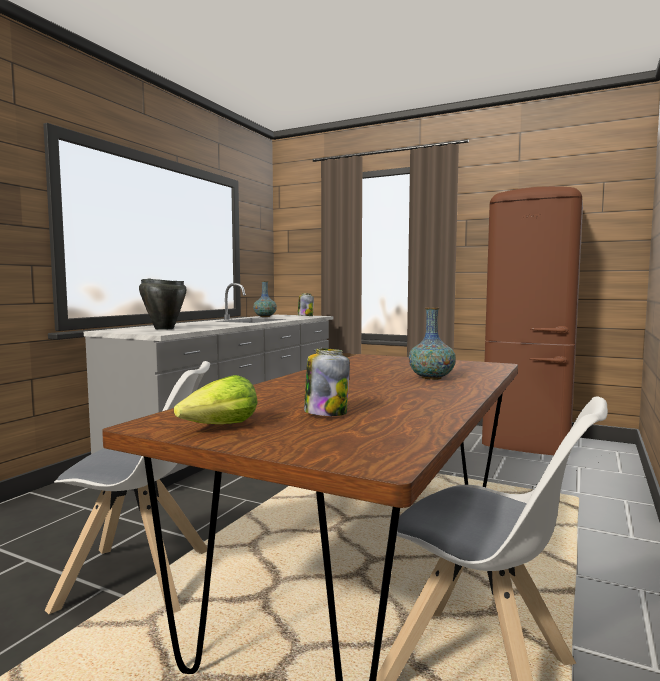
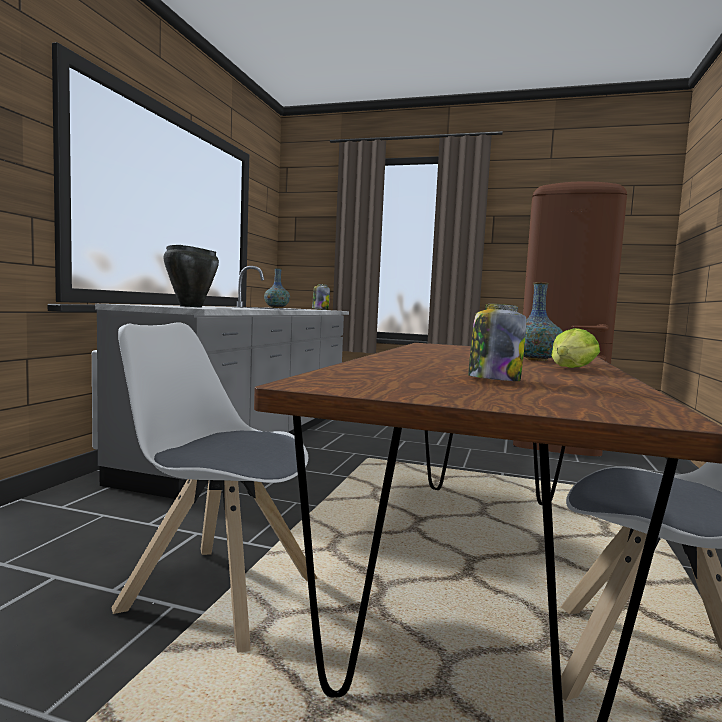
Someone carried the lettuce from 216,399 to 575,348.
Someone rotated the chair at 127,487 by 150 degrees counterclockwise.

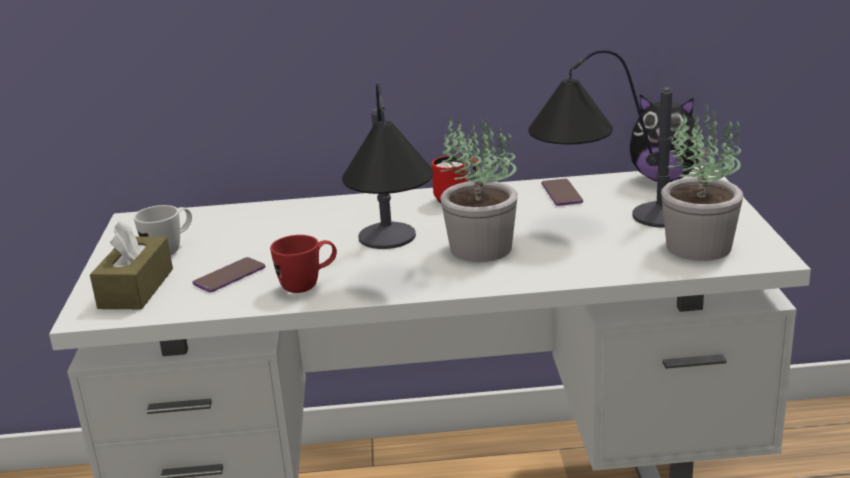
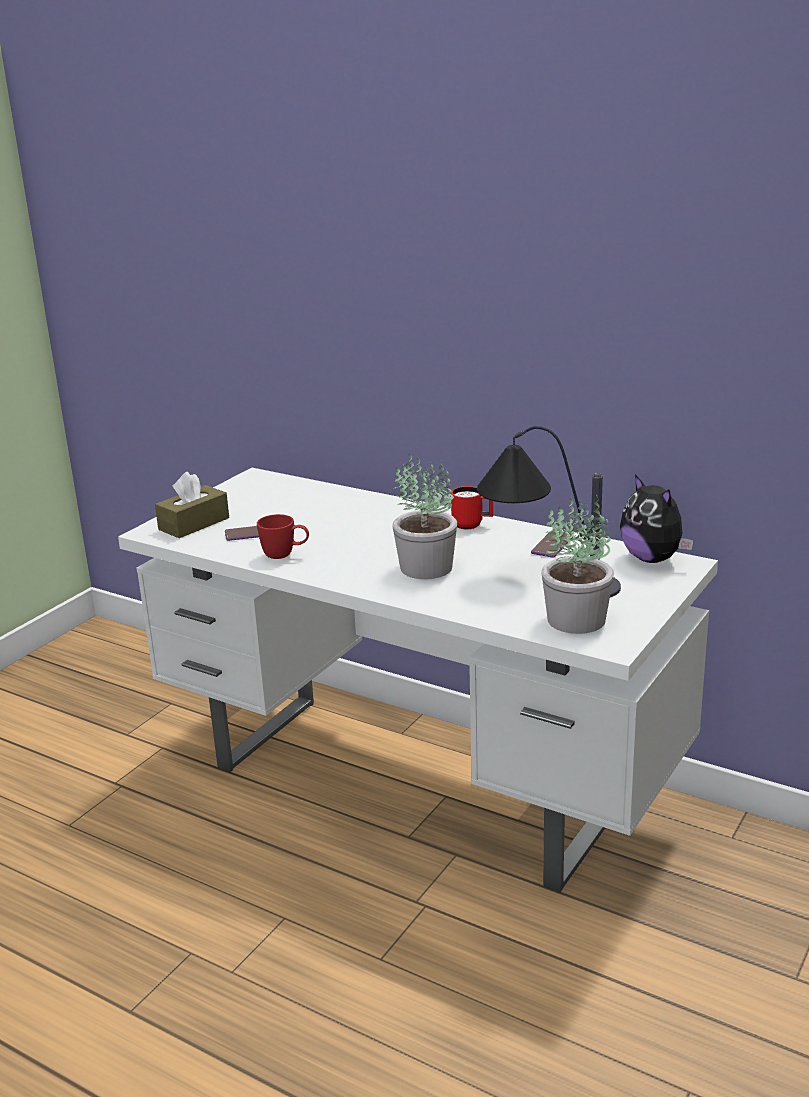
Someone took away the mug (white) at 163,230.
Someone took away the table lamp at 387,166.

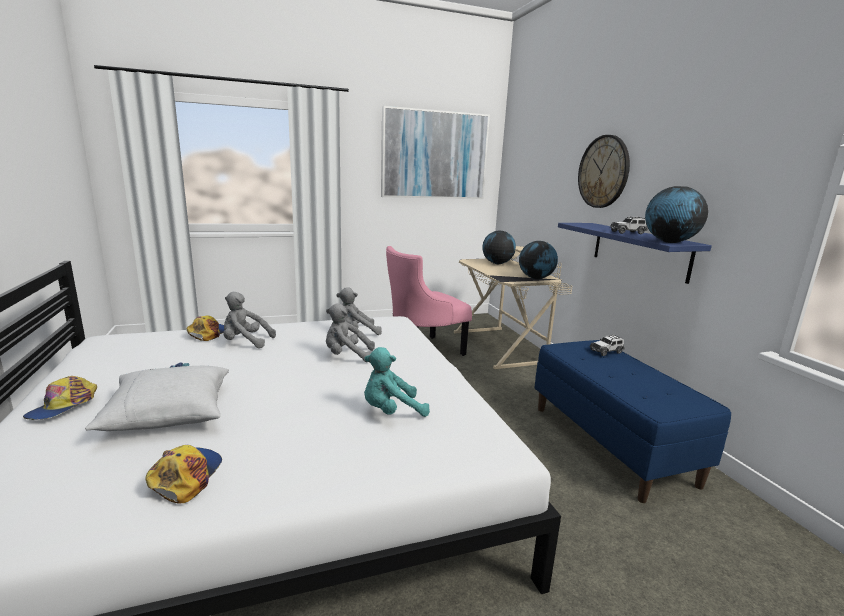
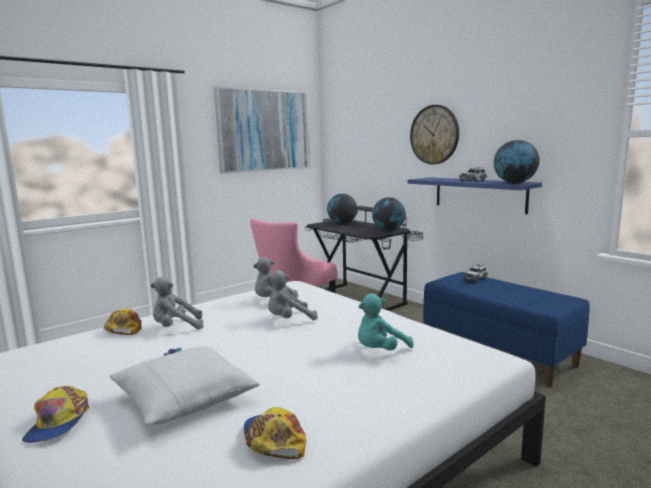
Someone repainted the desk (beige) at 513,307, which became the desk (black) at 365,258.

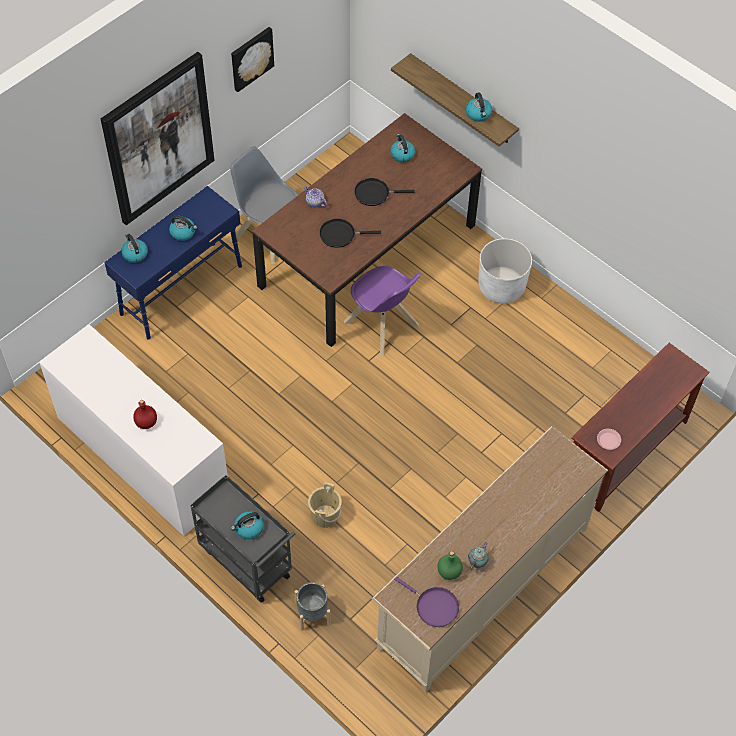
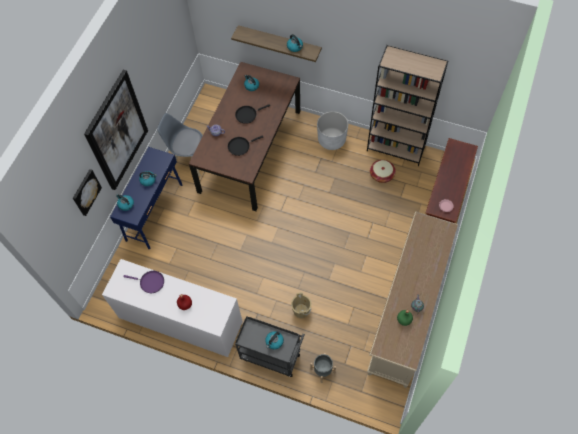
Someone took away the chair (purple) at 382,310.
Someone put down the bookcase (beige) at 407,105.
Someone put down the basket at 383,171.
Someone carried the picture from 252,59 to 87,192.
Someone carried the frying pan (purple) from 426,602 to 143,282.

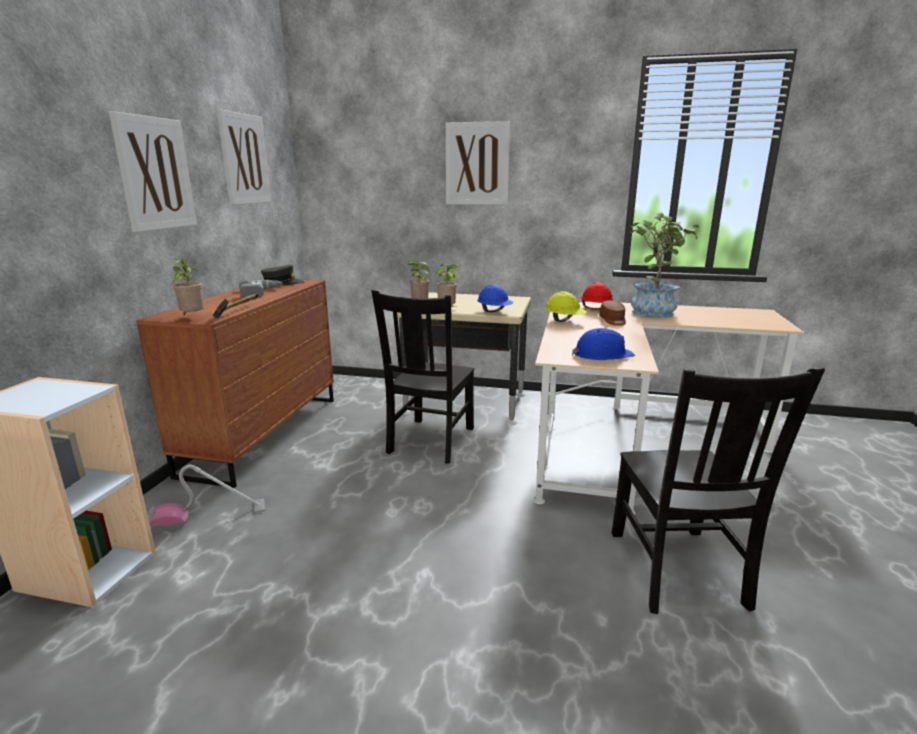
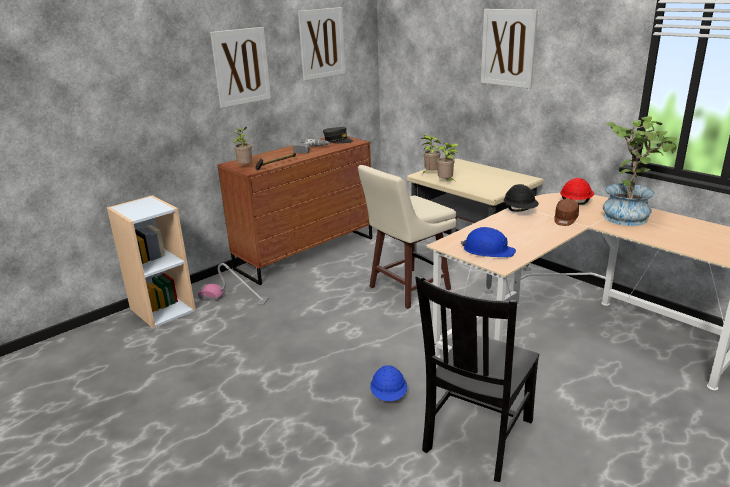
Someone carried the hard hat (blue) from 495,298 to 388,383.
Someone swapped the chair (black) at 422,376 for the stool (beige) at 407,237.
Someone repainted the hard hat (yellow) at 566,306, which became the hard hat (black) at 521,198.

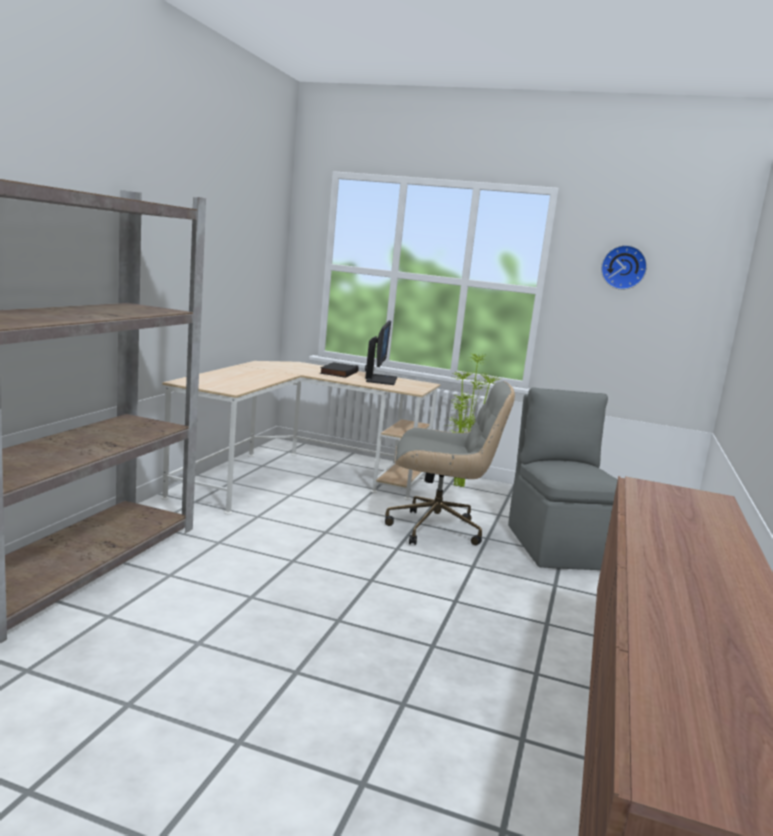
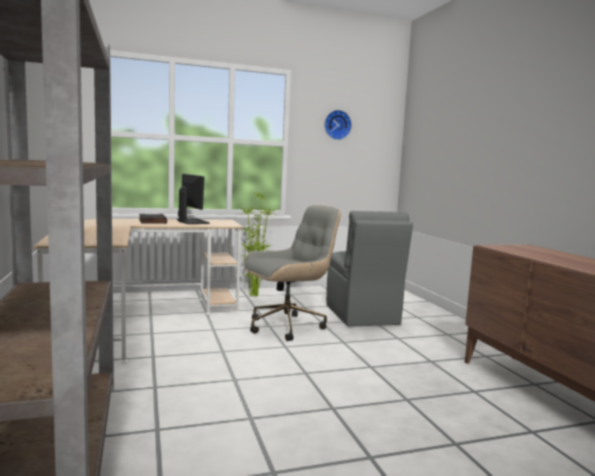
Someone rotated the chair (grey) at 563,478 by 150 degrees counterclockwise.

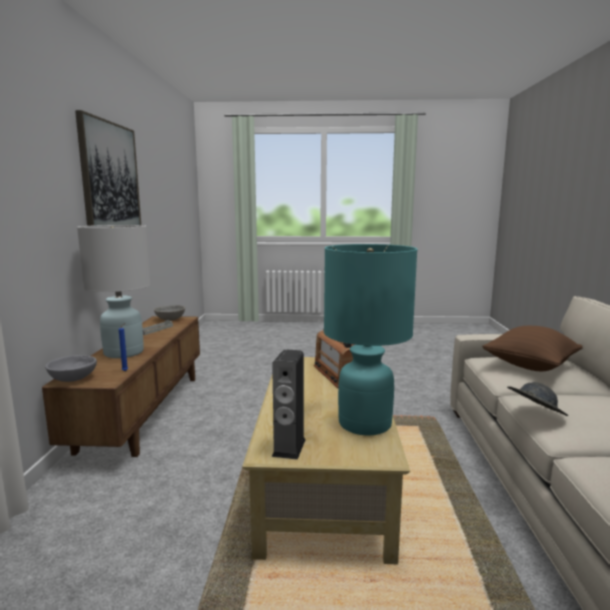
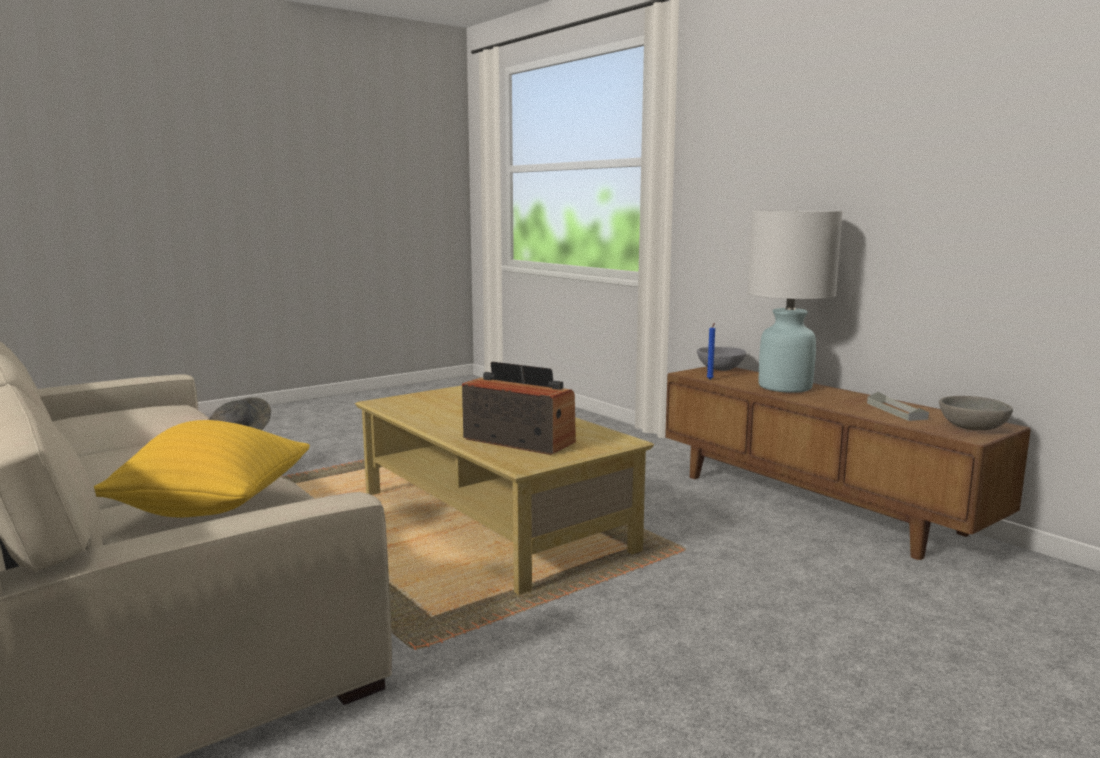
Someone took away the picture at 108,168.
Someone took away the speaker at 289,404.
Someone took away the table lamp (turquoise) at 371,339.
Someone repainted the pillow (brown) at 532,348, which became the pillow (yellow) at 202,468.

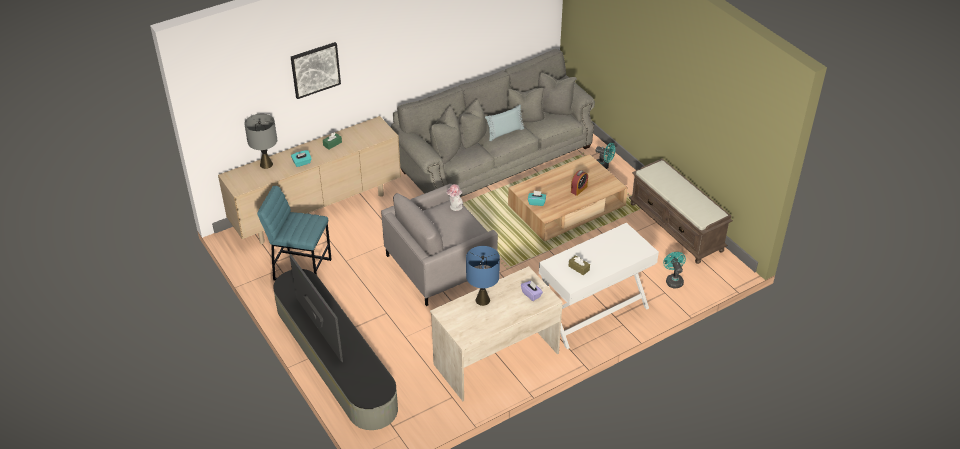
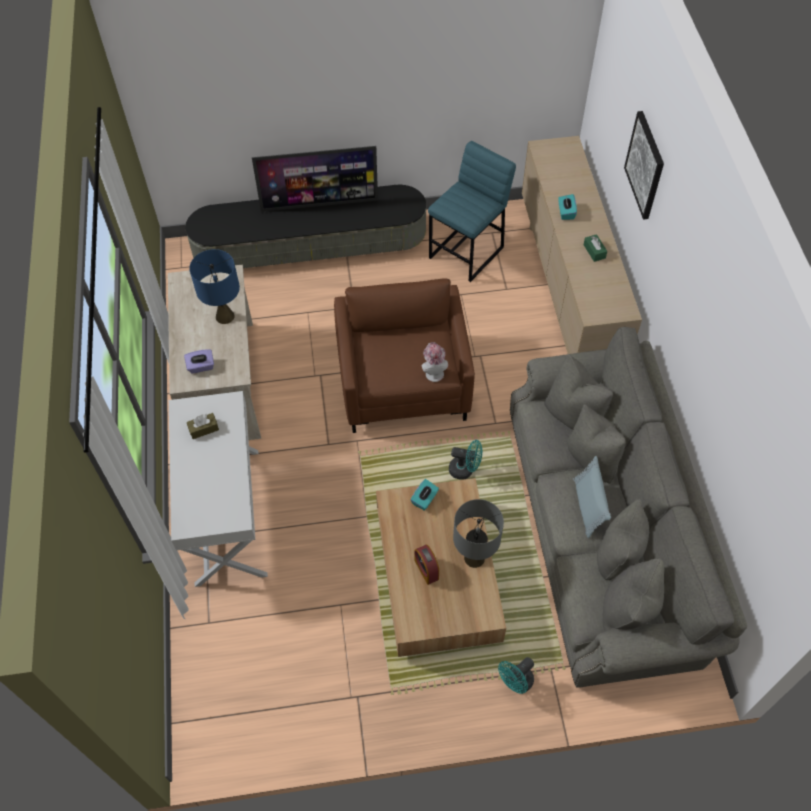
Someone took away the bench (brown) at 681,211.
Someone carried the table lamp (grey) from 260,141 to 478,533.
Someone carried the fan (turquoise) from 674,270 to 465,460.
Someone repainted the armchair (grey) at 439,245, which became the armchair (brown) at 404,355.

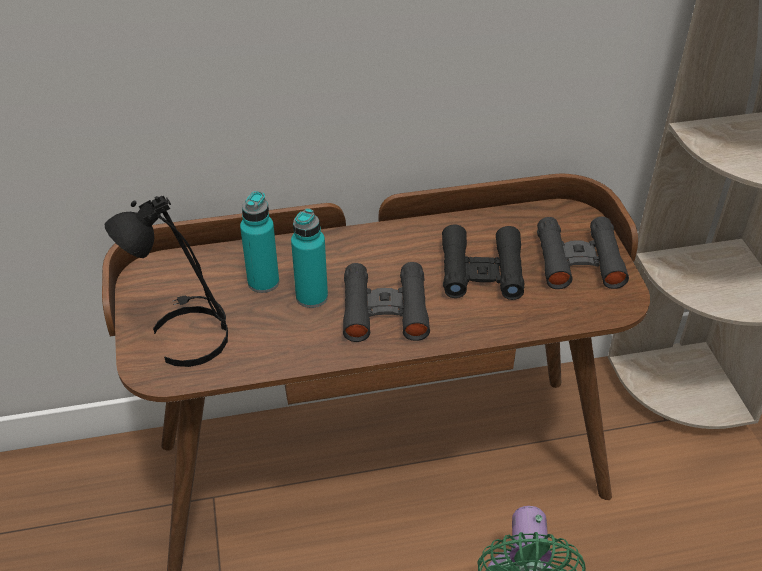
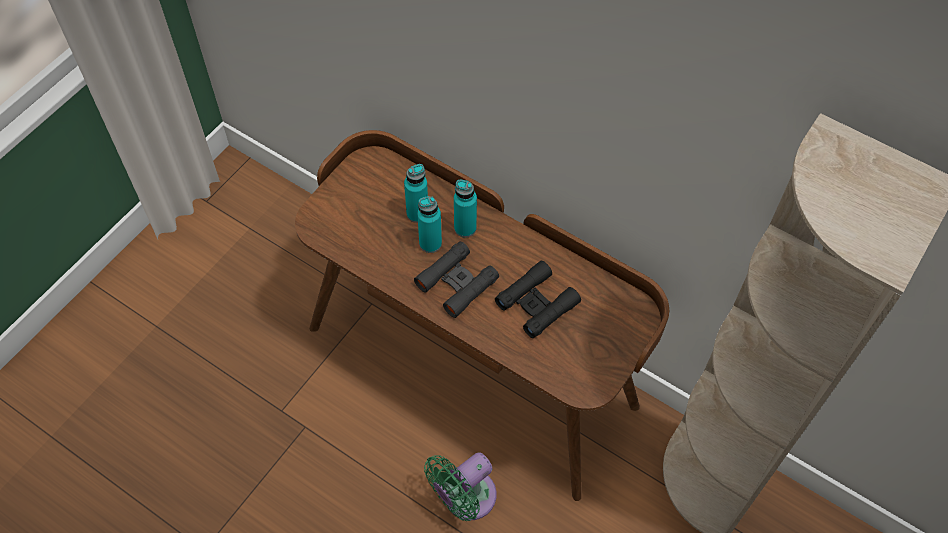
Someone took away the table lamp (black) at 166,281.
Someone took away the binoculars (black) at 583,253.
Someone put down the bottle (turquoise) at 465,209.

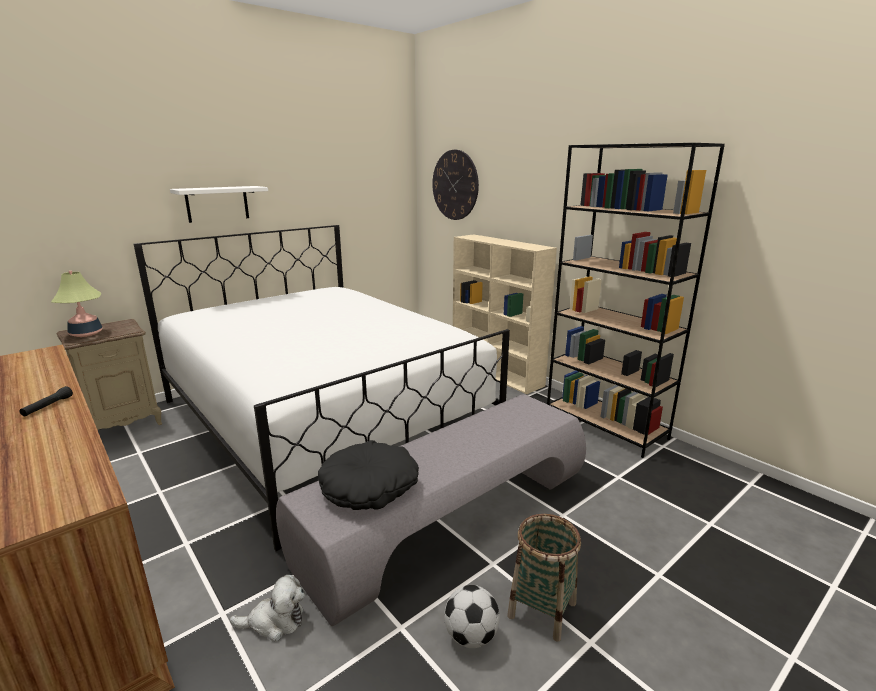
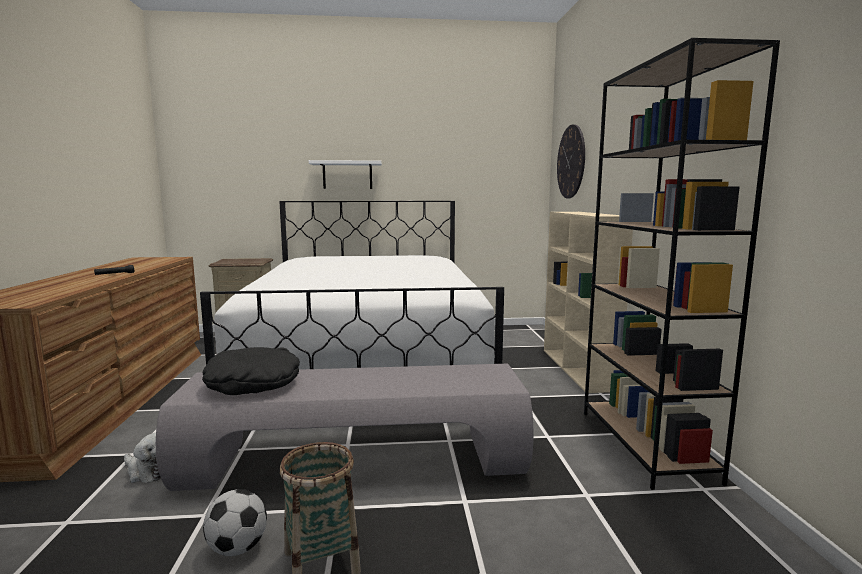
Someone took away the table lamp at 77,304.

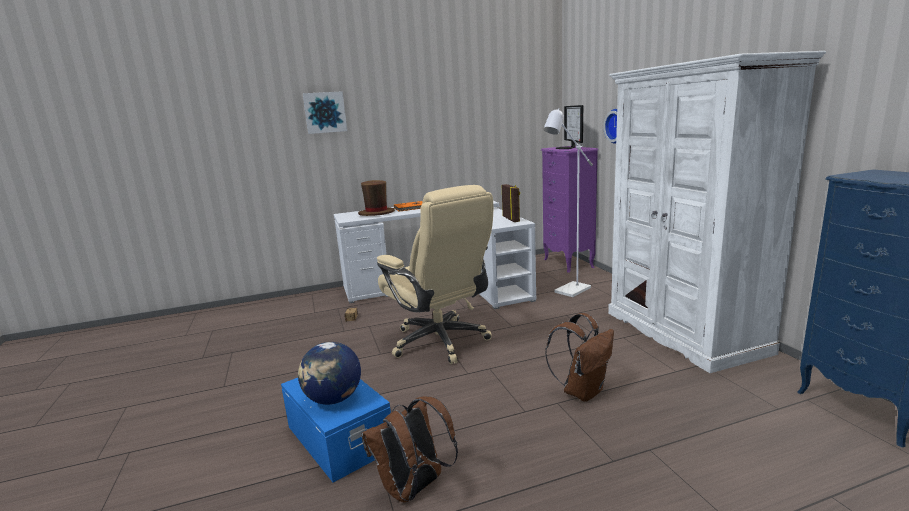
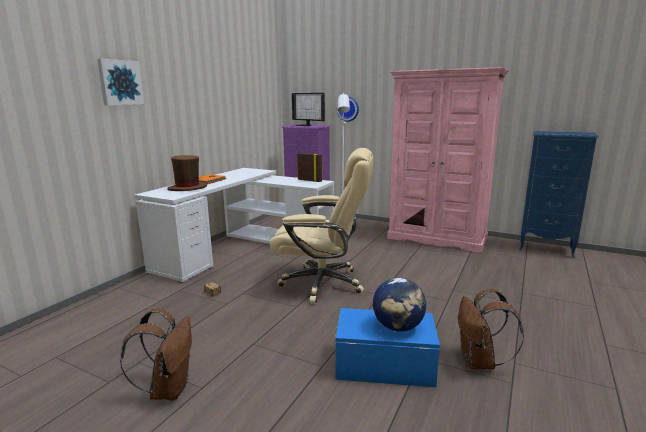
Someone carried the backpack (brown) from 579,357 to 156,354.
Someone repainted the wardrobe (white) at 717,212, which became the wardrobe (pink) at 448,160.

